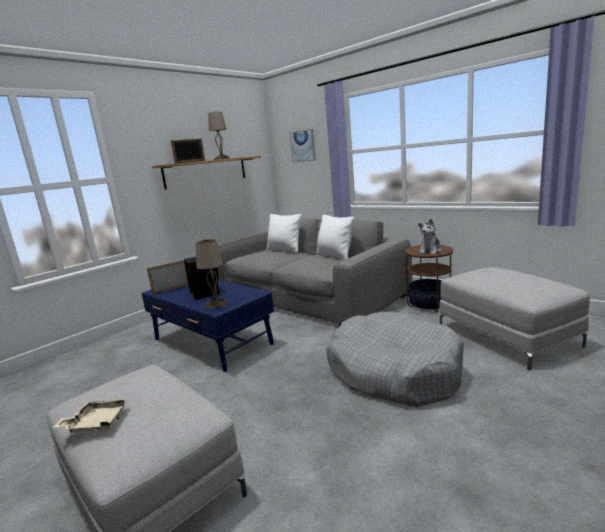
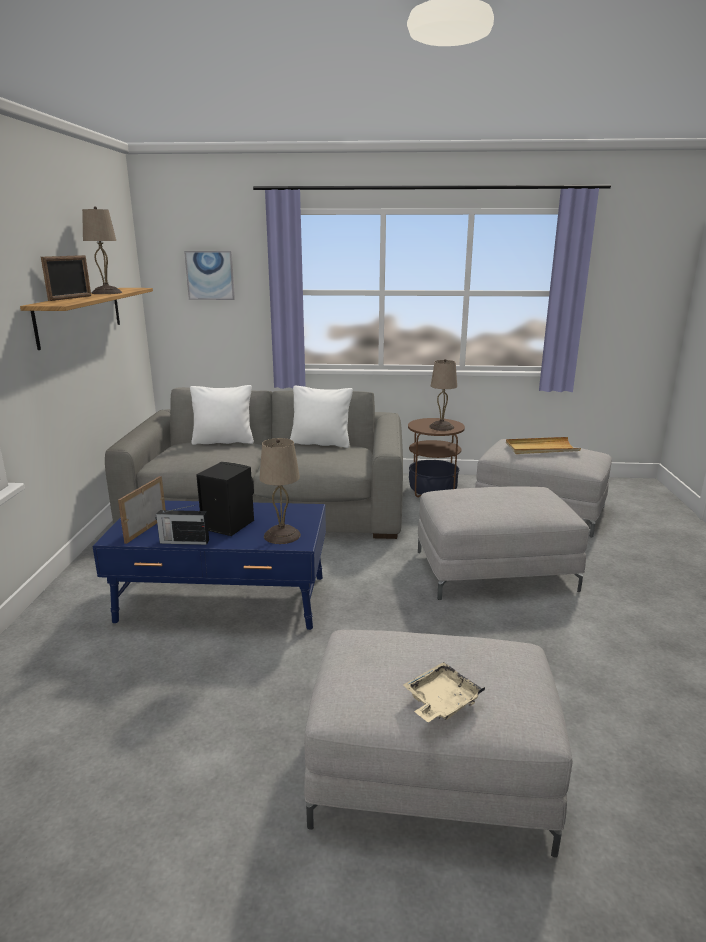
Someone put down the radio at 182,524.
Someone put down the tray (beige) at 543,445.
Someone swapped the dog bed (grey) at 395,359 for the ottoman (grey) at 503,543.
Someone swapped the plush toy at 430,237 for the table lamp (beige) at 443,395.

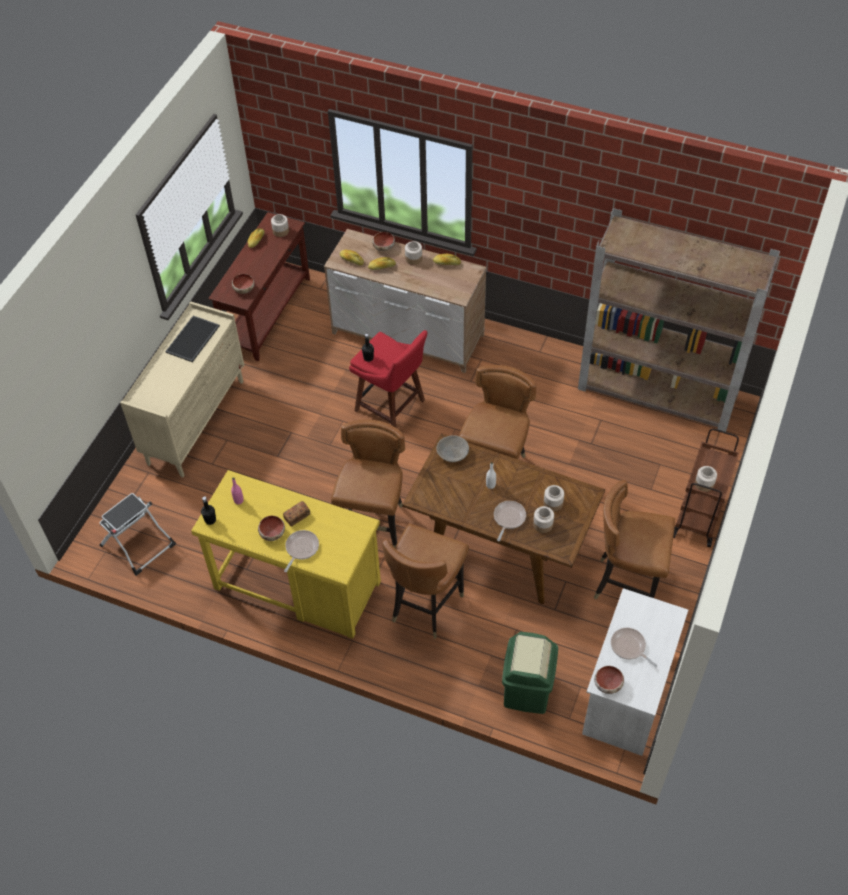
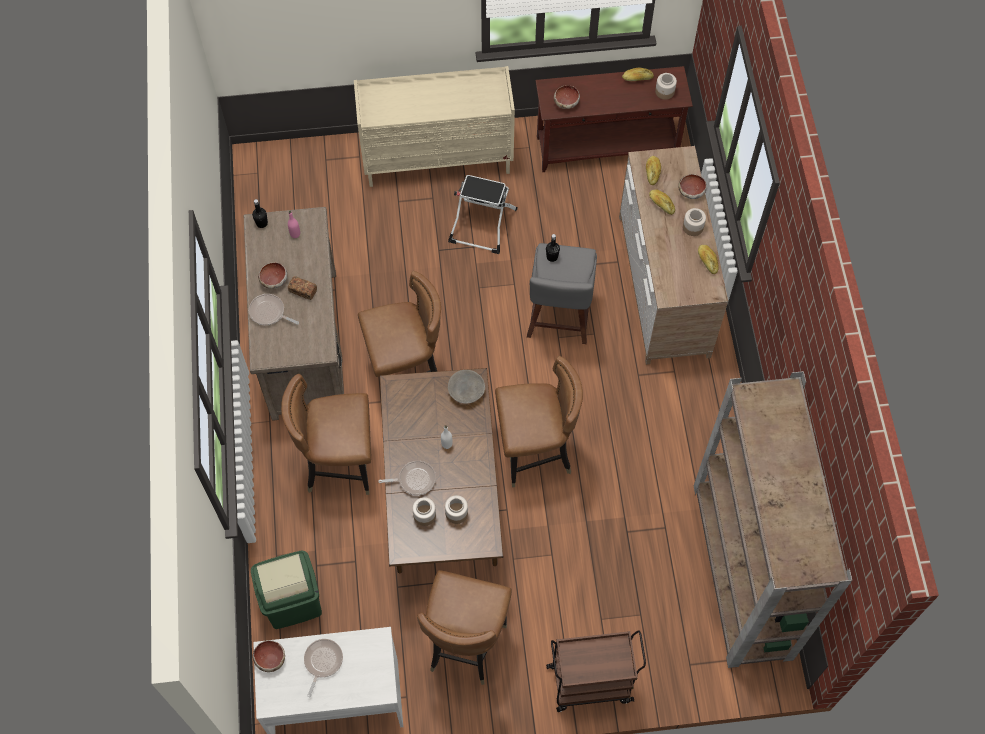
Someone took away the tray at 192,339.
Someone took away the jar at 706,479.
Someone carried the step ladder from 137,534 to 483,214.
Someone repainted the desk (yellow) at 286,554, which became the desk (brown) at 294,314.
Someone repainted the stool (red) at 388,378, which became the stool (grey) at 562,293.
Someone rotated the frying pan at 301,551 by 150 degrees counterclockwise.
Someone rotated the chair (brown) at 634,539 by 150 degrees counterclockwise.

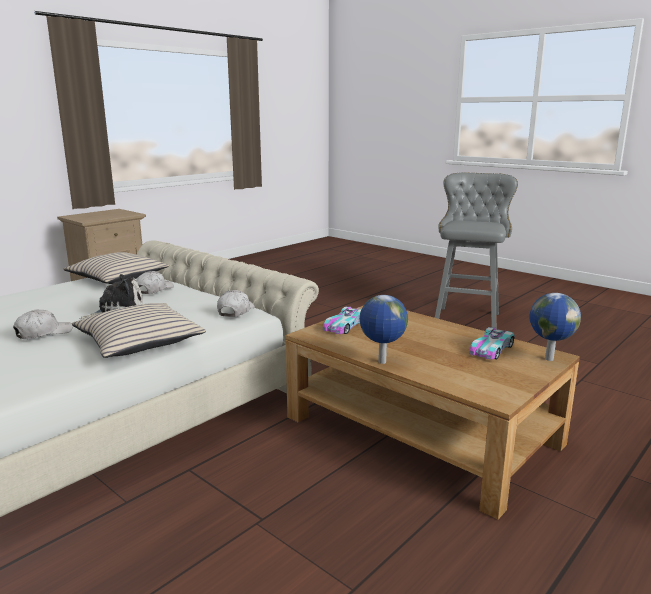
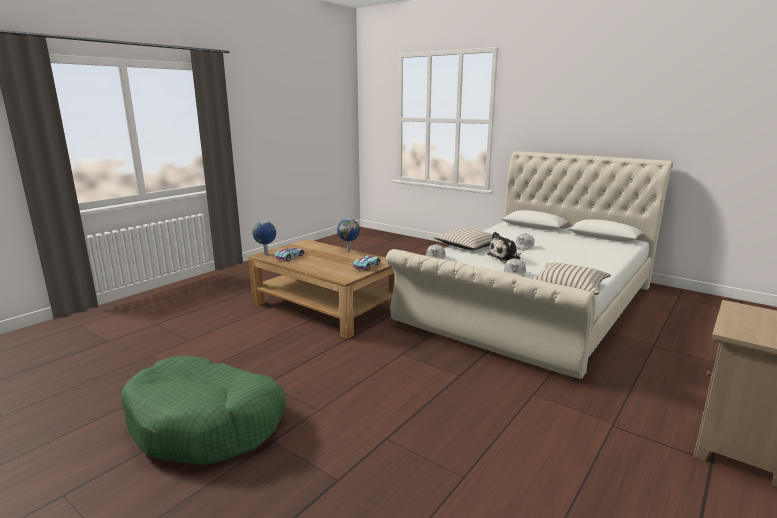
Someone swapped the stool (grey) at 476,250 for the dog bed (green) at 203,410.

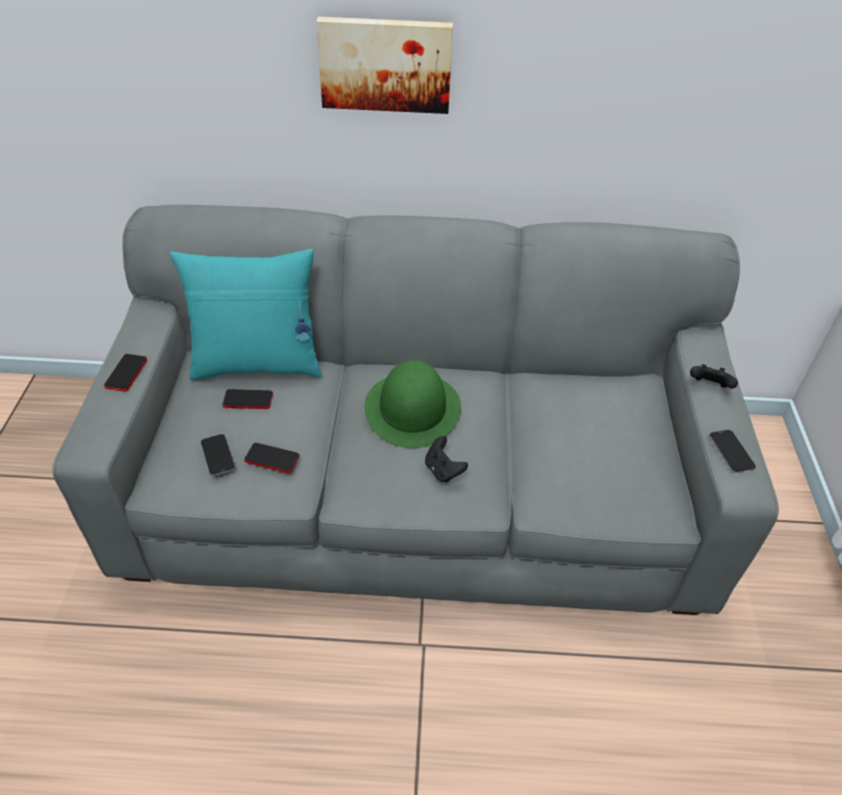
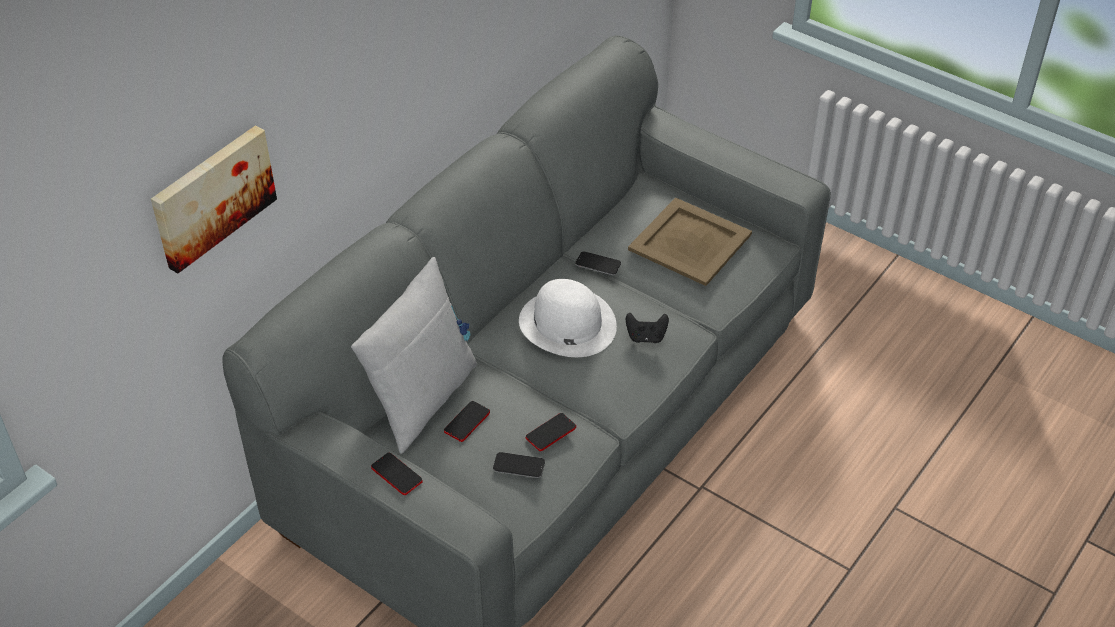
Someone took away the game controller (black) at 714,376.
Someone put down the tray (beige) at 690,241.
Someone carried the picture from 384,65 to 214,199.
Someone carried the phone from 732,451 to 598,263.
Someone repainted the pillow (turquoise) at 246,314, which became the pillow (grey) at 414,355.
Someone repainted the hat (green) at 412,404, which became the hat (white) at 568,318.

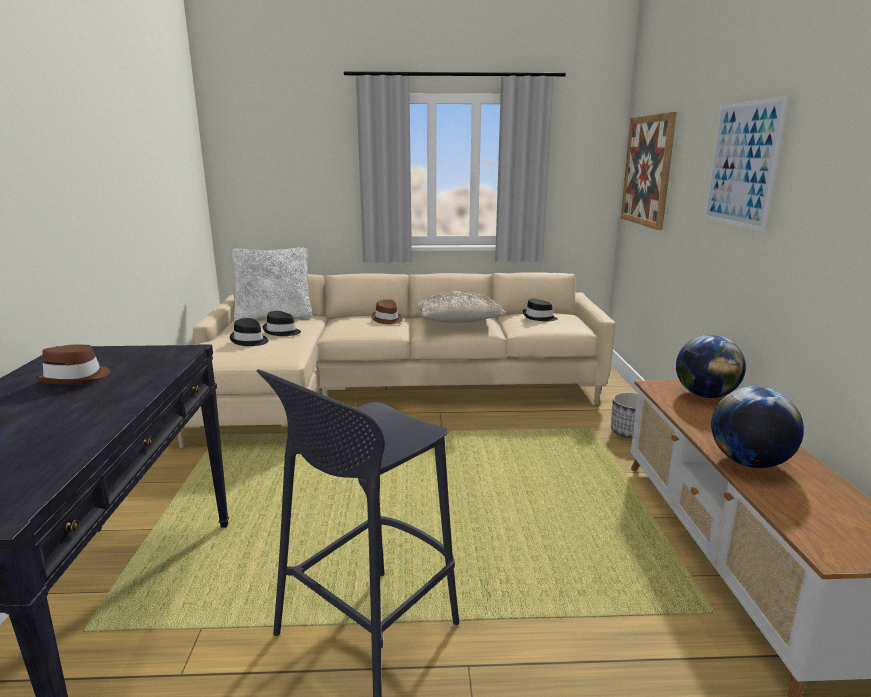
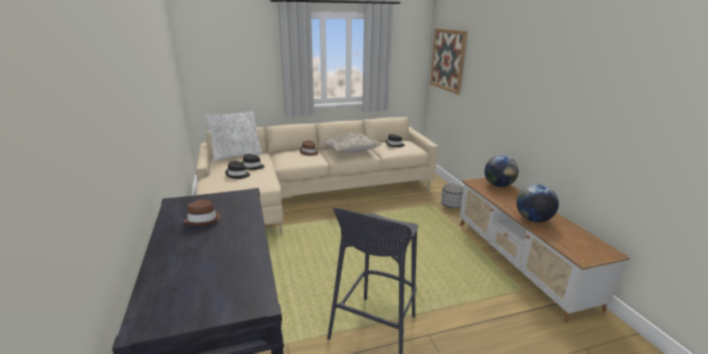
Someone took away the picture at 746,164.

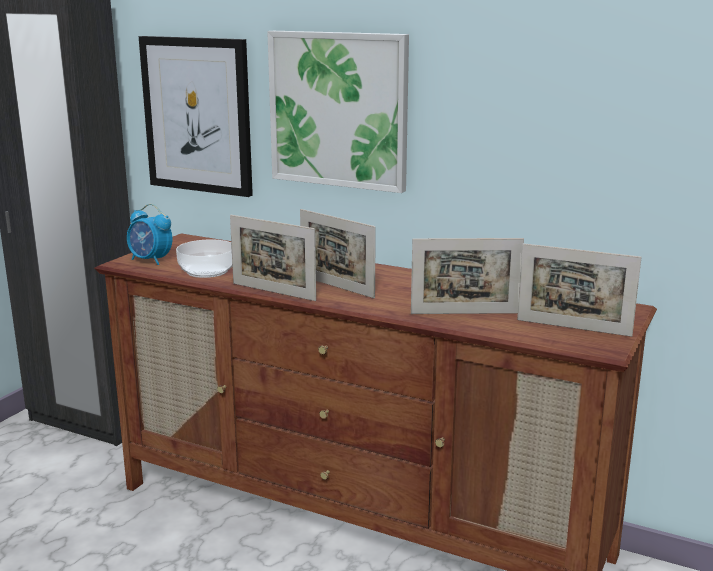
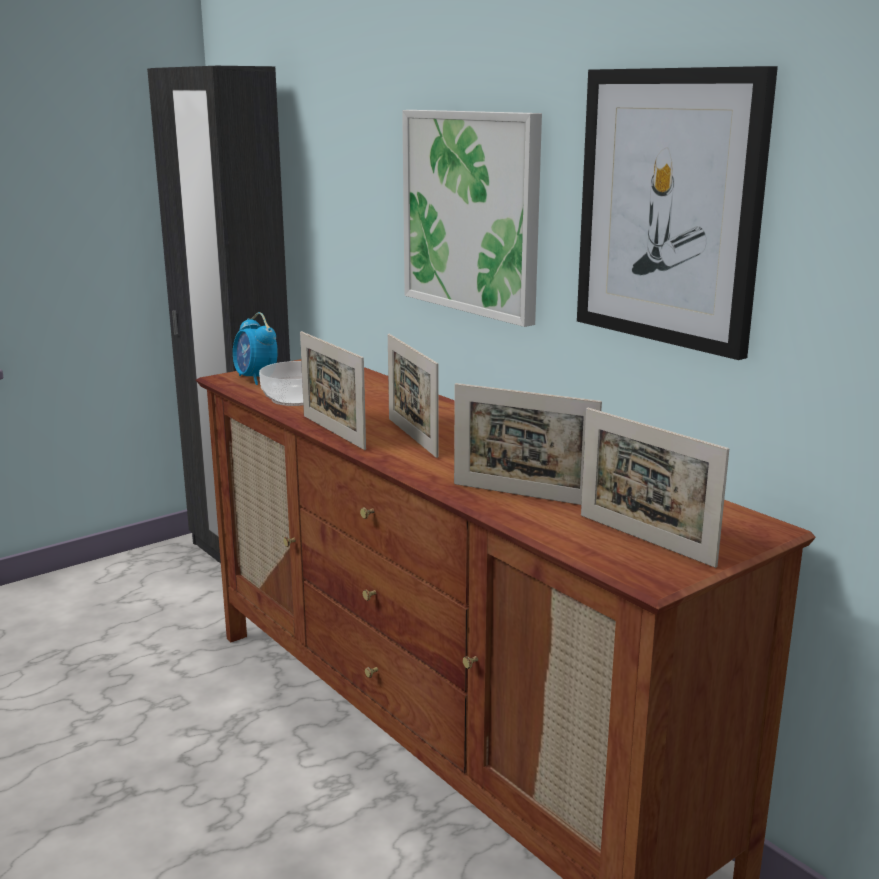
Someone carried the picture from 196,116 to 677,213.

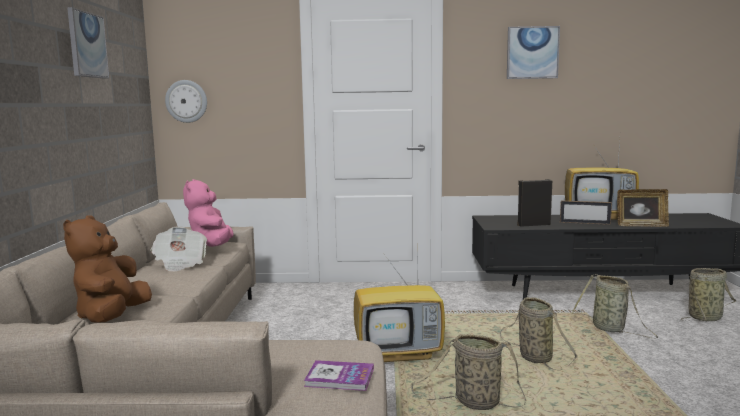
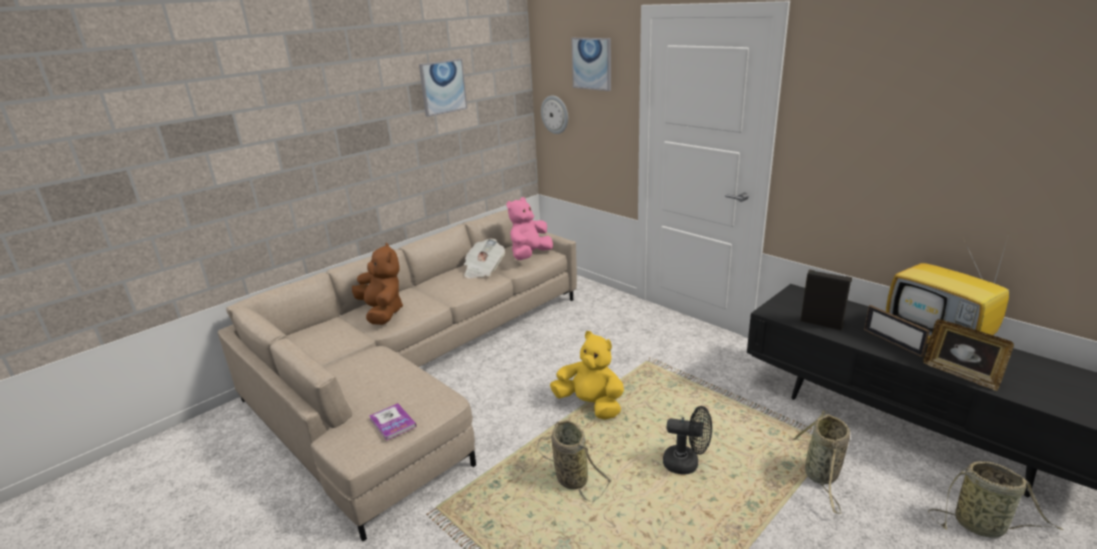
Someone carried the picture from 533,52 to 591,64.
Someone swapped the television at 399,309 for the plush toy (yellow) at 587,375.
Someone swapped the basket at 539,333 for the fan (black) at 687,440.
Someone rotated the plush toy (brown) at 107,269 by 105 degrees clockwise.

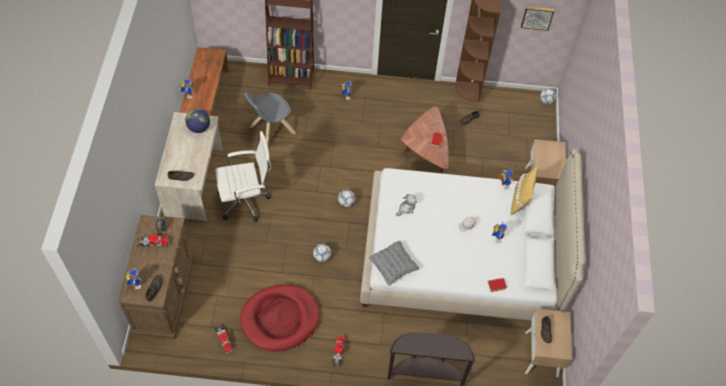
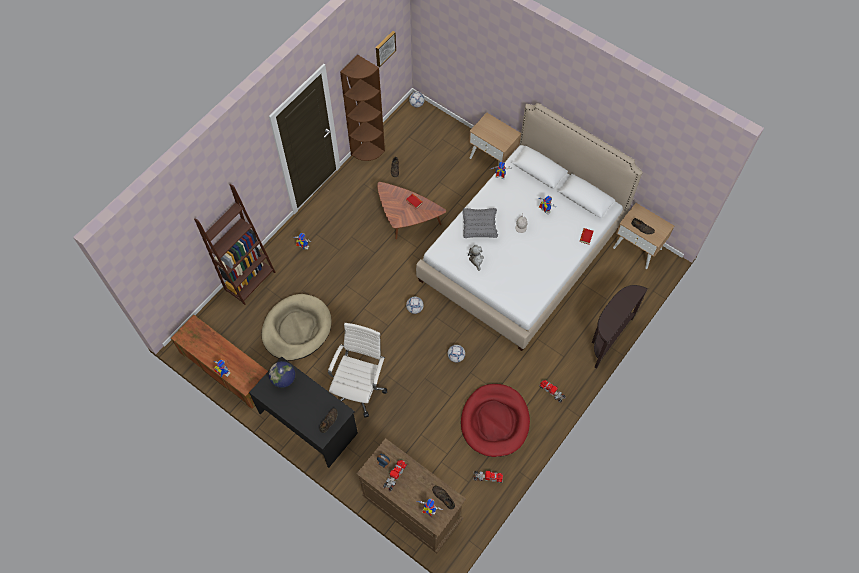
Someone took away the pillow (yellow) at 524,190.
Someone carried the pillow (grey) from 394,263 to 480,223.
Someone swapped the chair (grey) at 270,119 for the dog bed (beige) at 297,327.
Someone repainted the desk (beige) at 188,166, which became the desk (black) at 303,412.

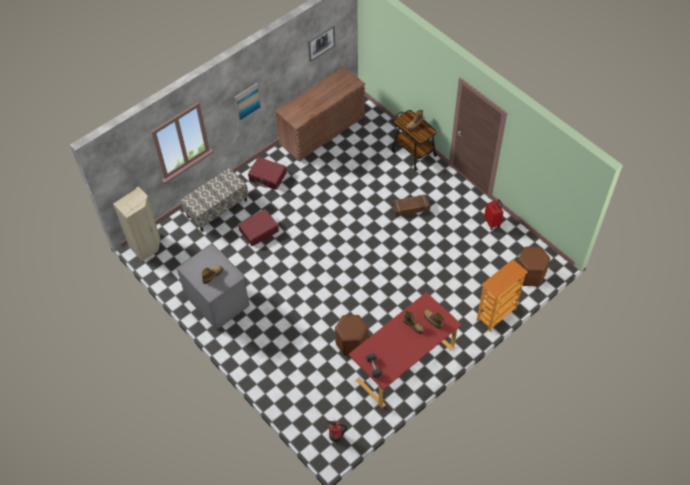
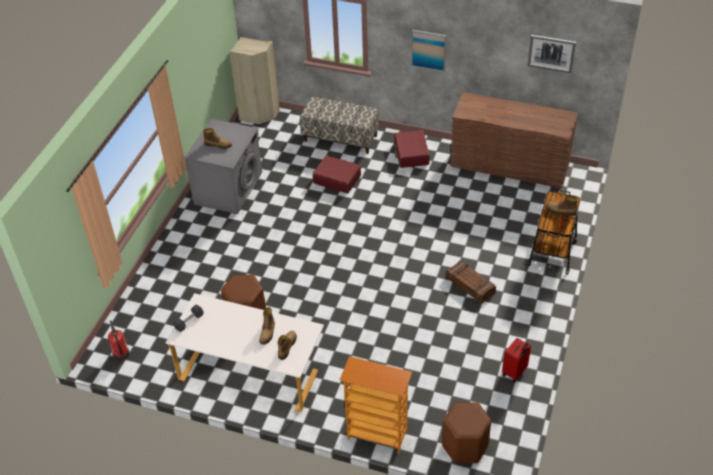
Someone repainted the desk (red) at 405,350, which became the desk (white) at 245,352.

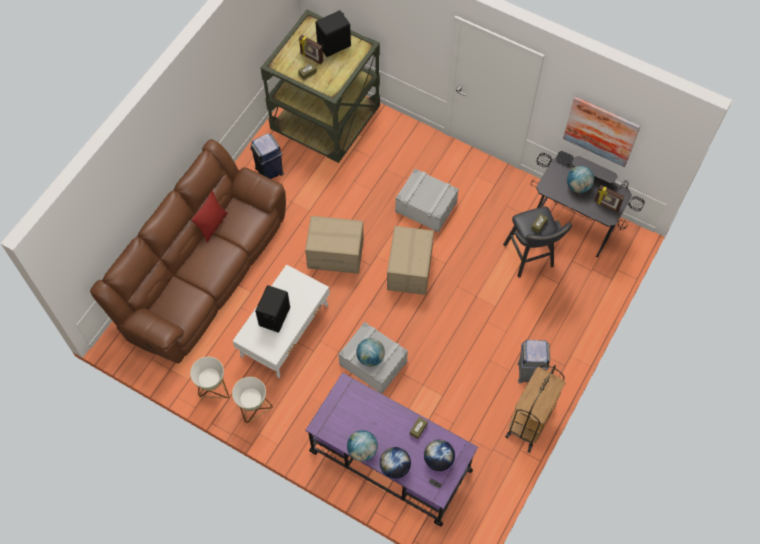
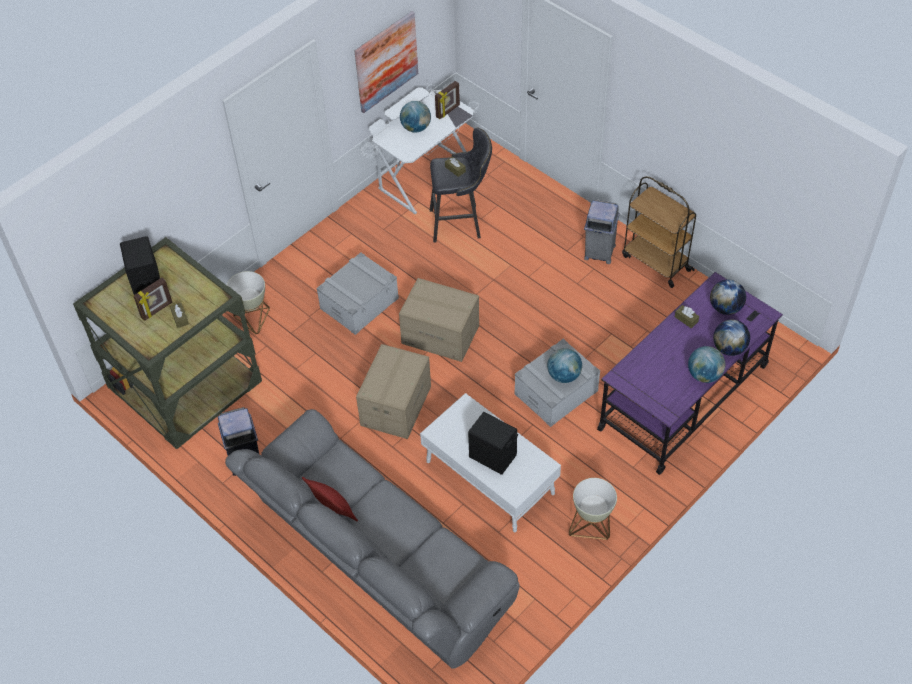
Someone carried the planter from 209,377 to 248,302.
Someone repainted the sofa (brown) at 188,251, which became the sofa (grey) at 372,539.
Someone repainted the desk (black) at 588,204, which became the desk (white) at 419,148.

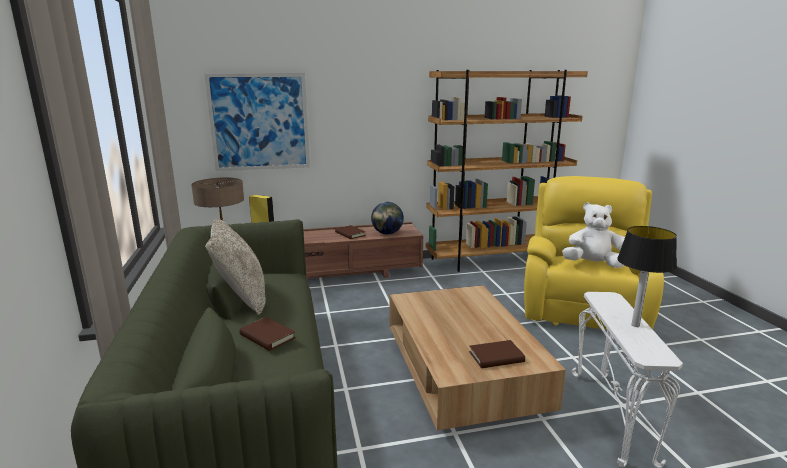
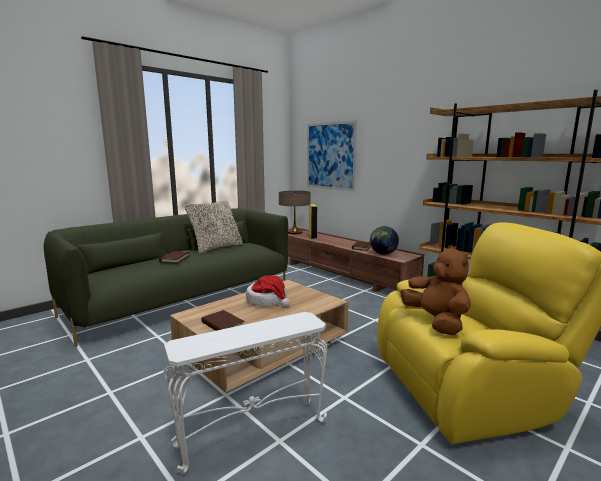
Someone took away the table lamp at 647,276.
Someone put down the hat at 268,291.
Someone repainted the plush toy (white) at 593,235, which became the plush toy (brown) at 435,290.

